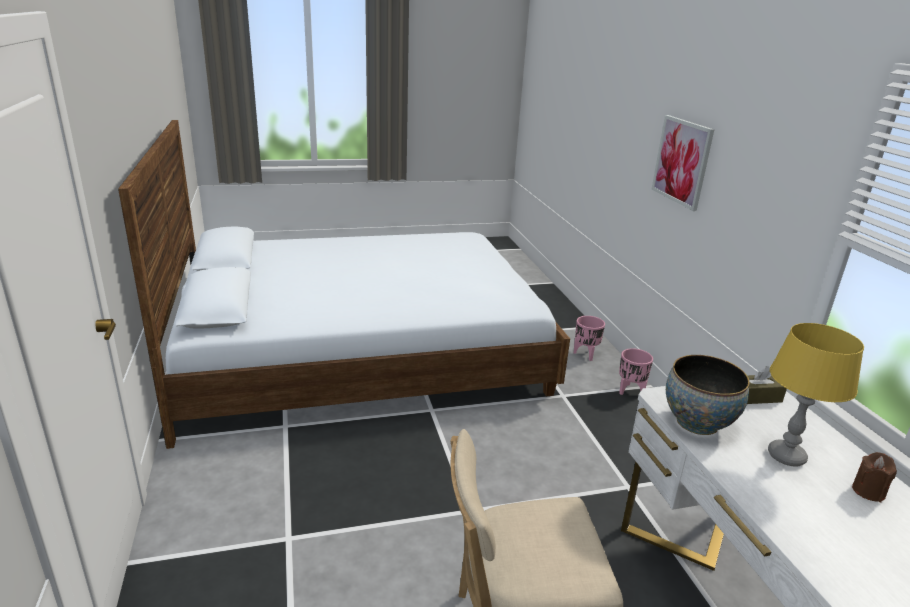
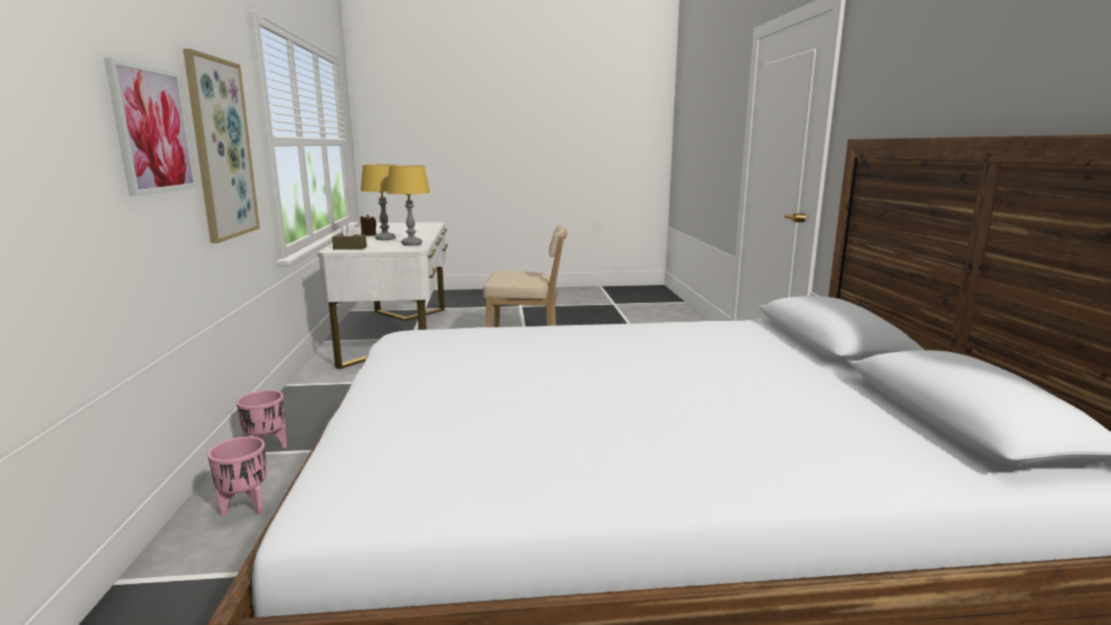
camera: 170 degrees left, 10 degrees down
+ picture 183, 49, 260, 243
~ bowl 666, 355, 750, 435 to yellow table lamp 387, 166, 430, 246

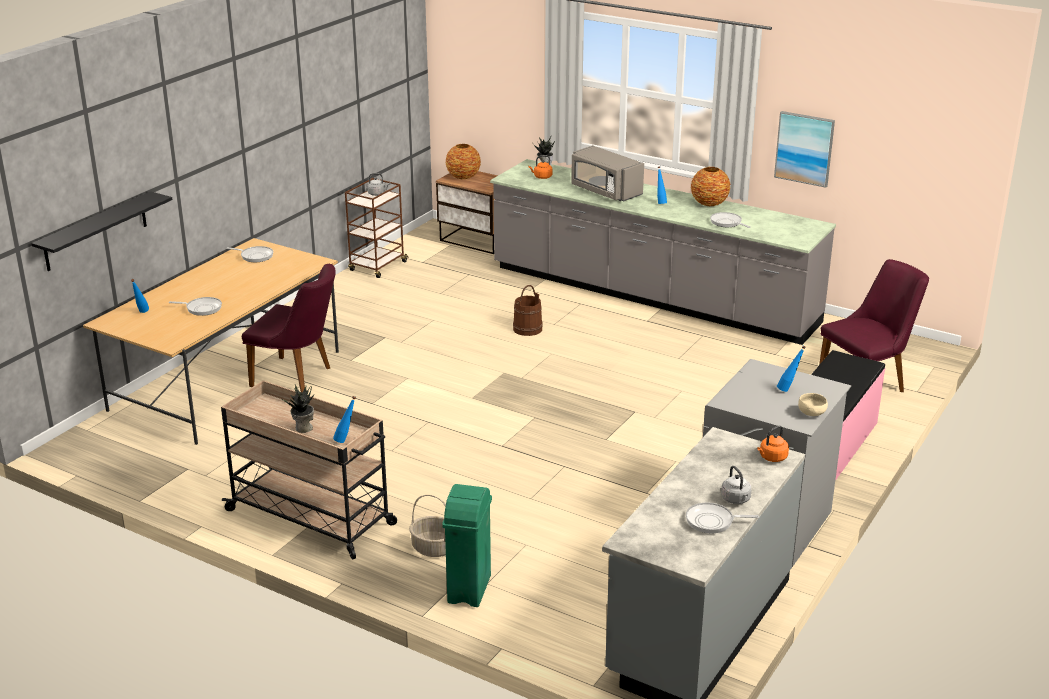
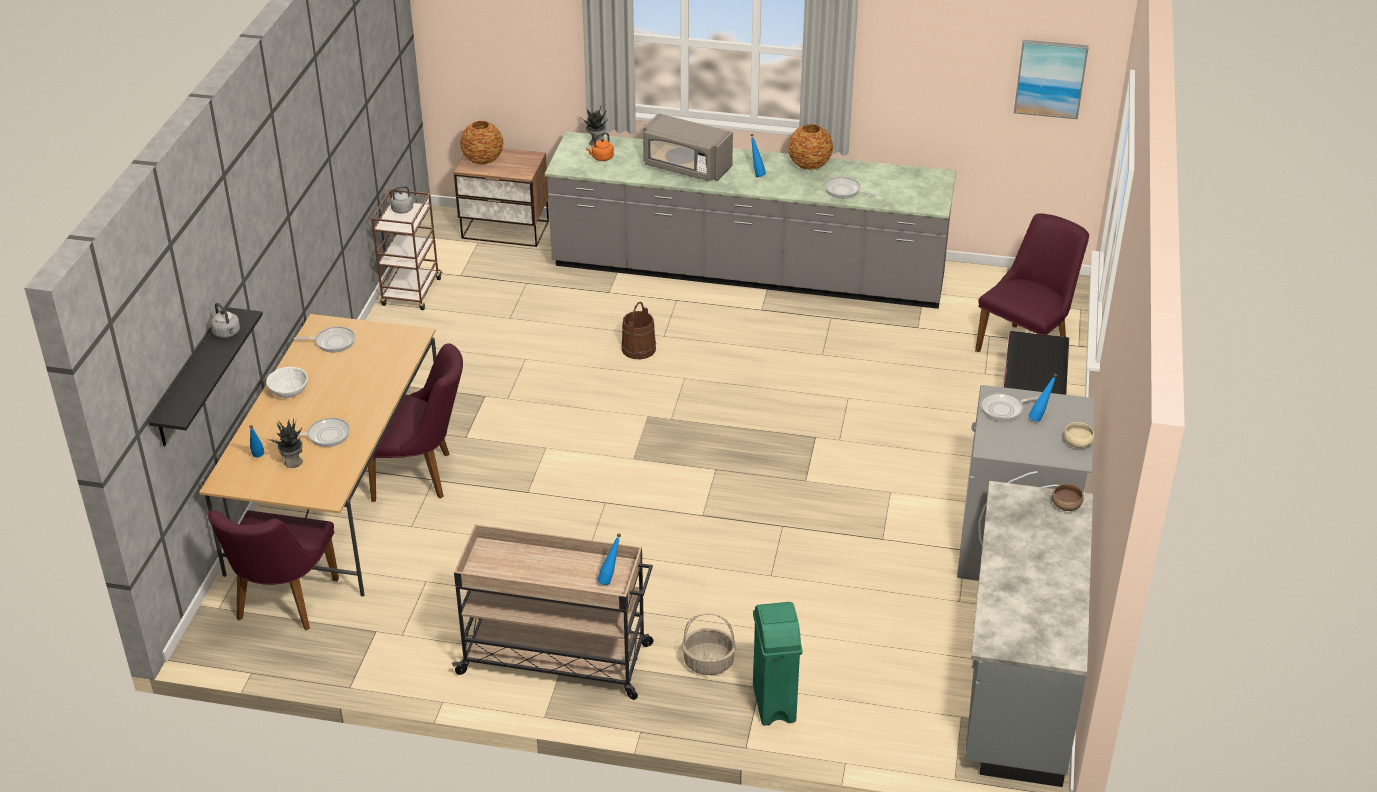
camera: 20 degrees left, 10 degrees up
+ purple chair 208, 510, 339, 630
~ grey kettle 721, 466, 752, 504 to 211, 303, 240, 338
+ white bowl 266, 367, 308, 398
~ potted plant 280, 385, 315, 433 to 267, 418, 303, 468
~ frying pan 686, 503, 759, 533 to 981, 392, 1040, 422
~ picture 774, 111, 835, 188 to 1014, 40, 1089, 119
~ orange kettle 757, 426, 789, 462 to brown bowl 1052, 484, 1084, 511

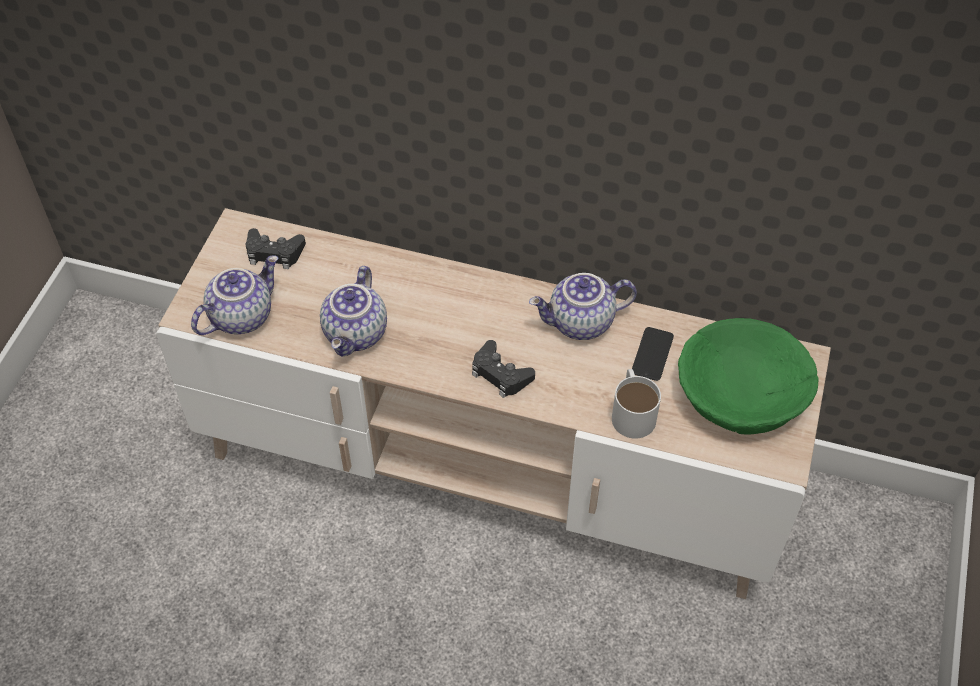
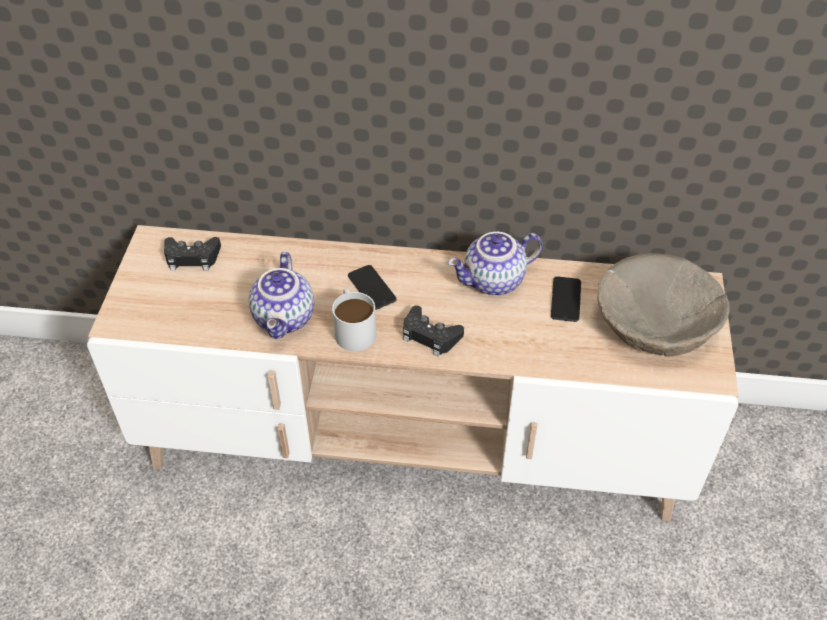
camera: 10 degrees left, 5 degrees down
~ white mug 612, 369, 661, 439 to 332, 288, 376, 351
+ phone 348, 265, 397, 310
~ green bowl 678, 318, 818, 435 to beige bowl 597, 253, 730, 357
- teapot 191, 255, 278, 335

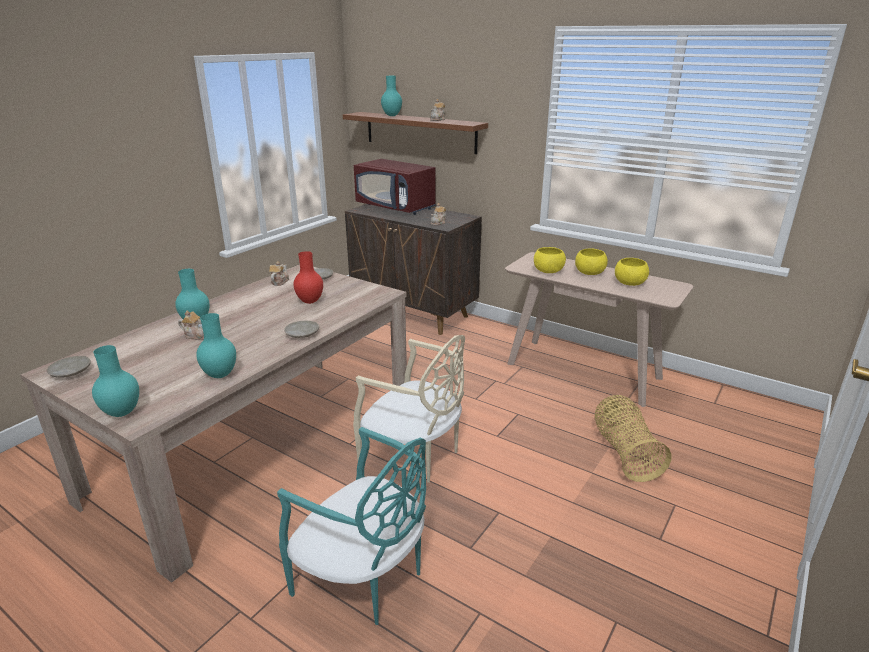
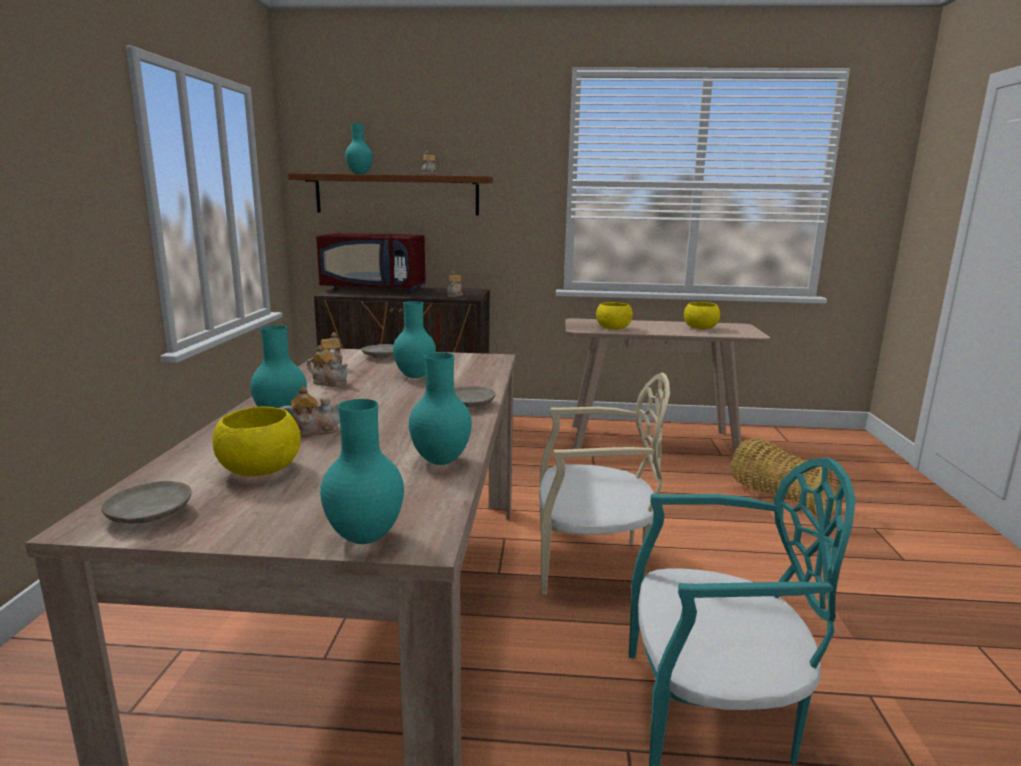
camera: 30 degrees left, 10 degrees down
~ yellow bowl 575, 248, 608, 275 to 212, 407, 301, 476
+ teapot 307, 345, 348, 387
~ red vase 293, 251, 323, 304 to turquoise vase 393, 301, 436, 378

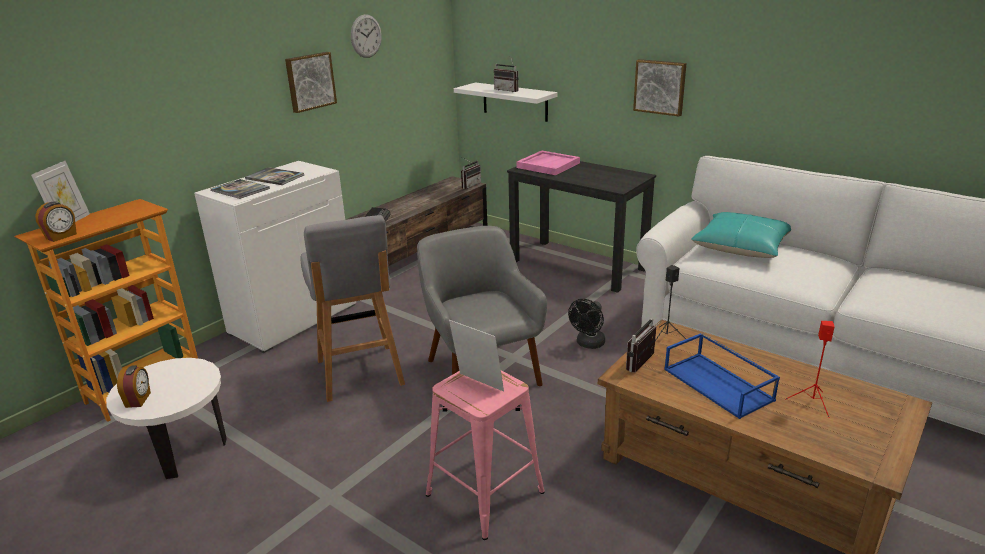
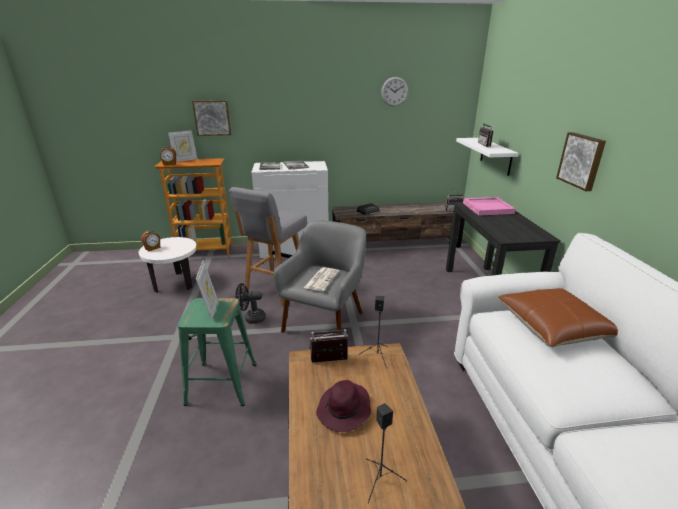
camera: 45 degrees right, 0 degrees up
~ pink stool 426, 371, 545, 540 to green stool 178, 298, 256, 406
~ picture 285, 52, 337, 113 to 192, 100, 231, 136
~ black fan 568, 299, 605, 349 to 235, 283, 266, 324
+ newspaper 304, 267, 339, 291
~ blue tray 664, 333, 780, 419 to purple hat 316, 380, 371, 432
~ red speaker 785, 321, 835, 418 to black speaker 366, 403, 407, 503
~ turquoise pillow 691, 212, 791, 258 to brown pillow 498, 288, 618, 347

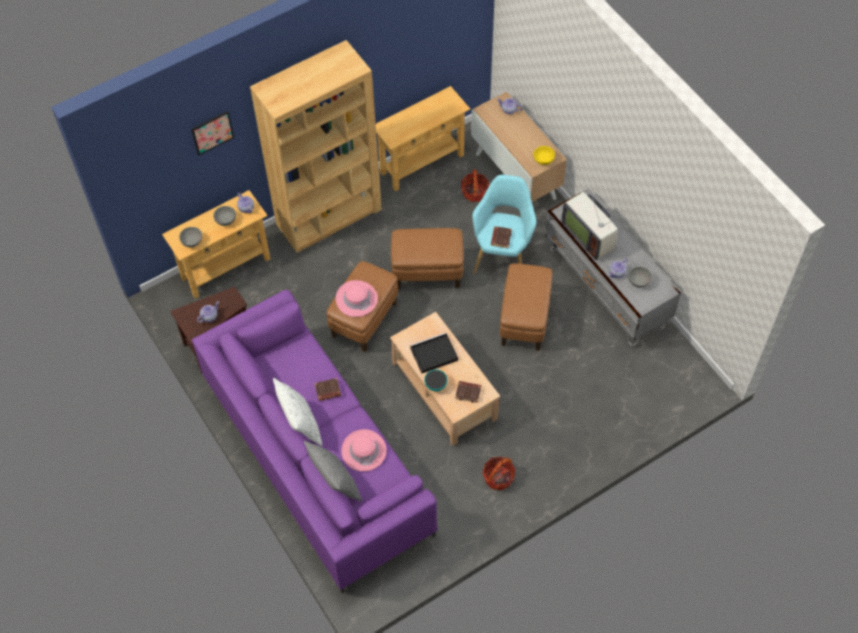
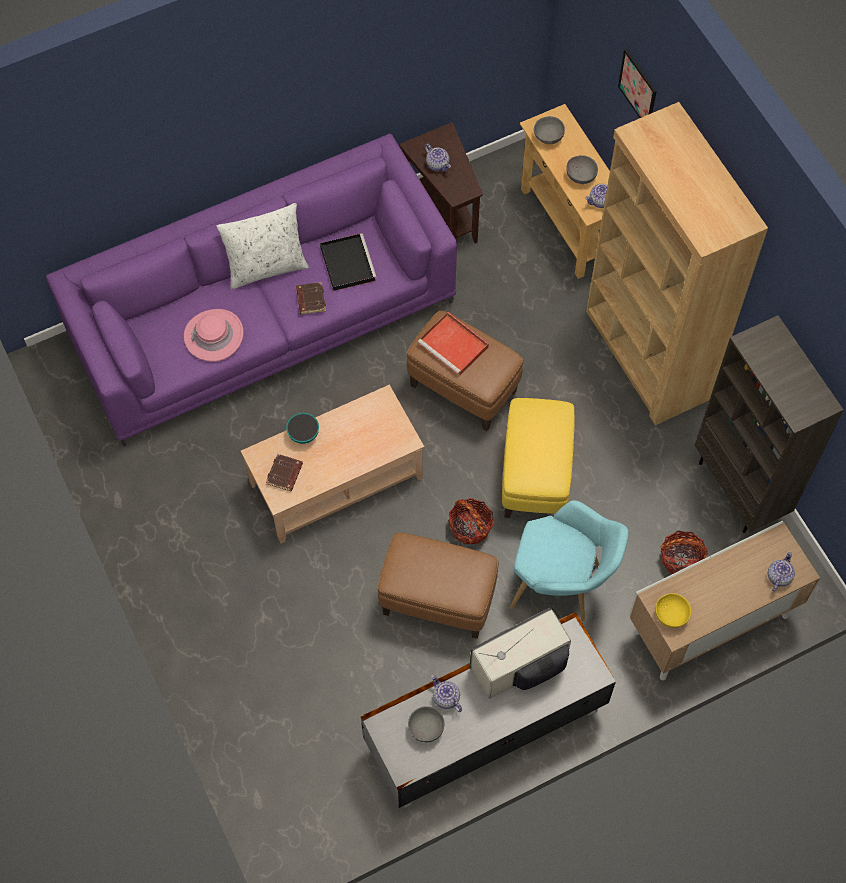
camera: 95 degrees right, 5 degrees up
~ black tray 410, 332, 458, 373 to 320, 233, 377, 291
~ pink hat 336, 280, 378, 317 to red tray 418, 312, 489, 376
~ basket 483, 457, 516, 490 to 448, 498, 493, 544
~ brown ottoman 391, 228, 464, 289 to yellow ottoman 502, 398, 575, 518
~ beige console table 376, 86, 470, 192 to brown bookcase 695, 315, 844, 533
- grey pillow 304, 441, 362, 502
- brown book 491, 226, 512, 248

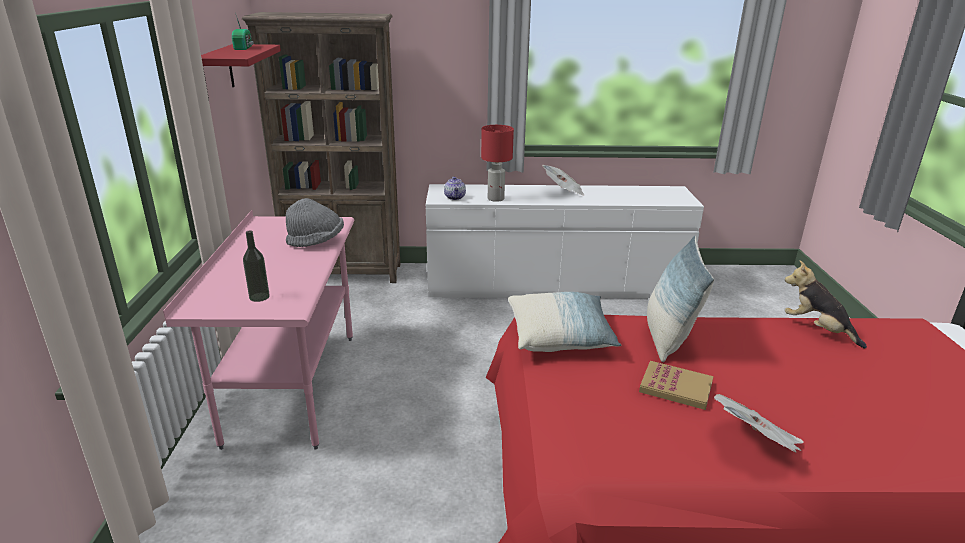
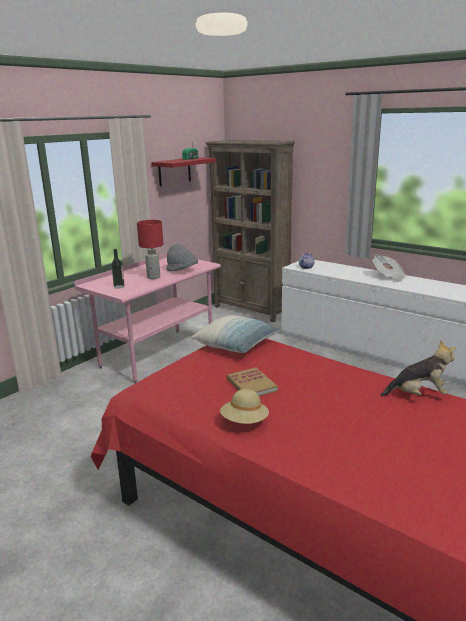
camera: 40 degrees right, 5 degrees down
~ red table lamp 481, 125, 514, 202 to 137, 220, 163, 279
~ newspaper 714, 394, 804, 452 to beige hat 220, 389, 269, 424
~ plush toy 785, 260, 867, 349 = 380, 340, 456, 397 90 degrees clockwise
- pillow 647, 236, 714, 362

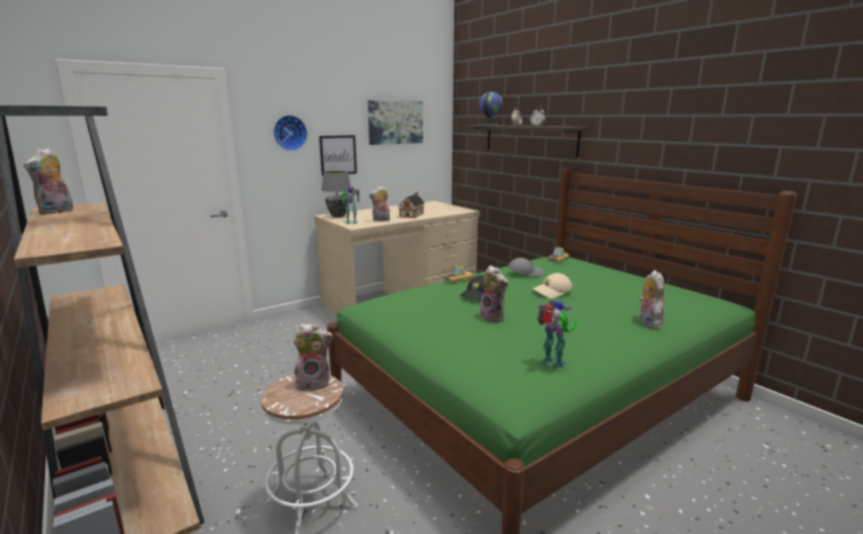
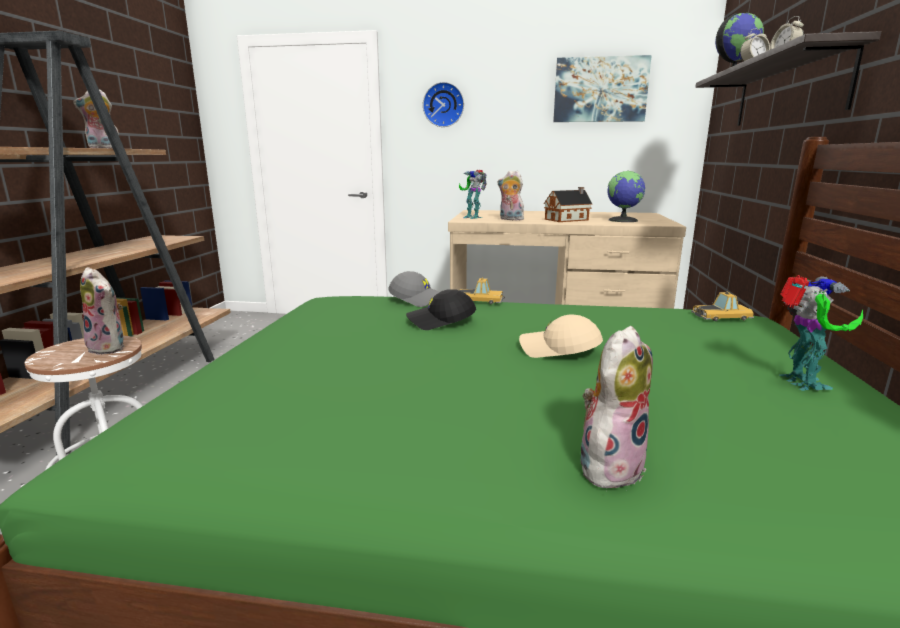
camera: 45 degrees right, 0 degrees up
~ grey cap 508, 258, 543, 277 to 388, 271, 439, 307
+ globe 608, 171, 645, 222
~ toy robot 537, 300, 577, 370 to 779, 275, 863, 391
- picture 319, 135, 357, 176
- grey table lamp 322, 171, 351, 218
- plush toy 479, 265, 508, 323

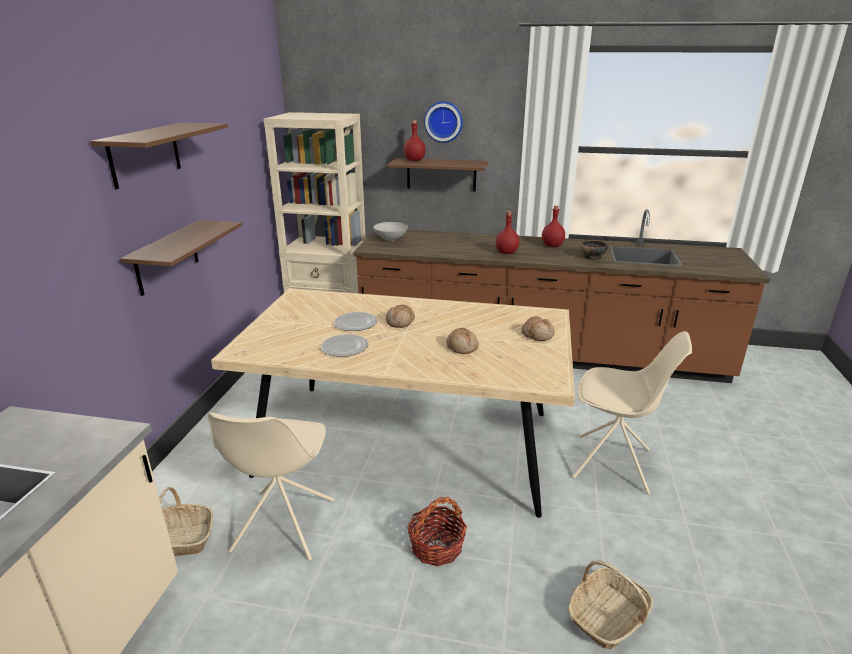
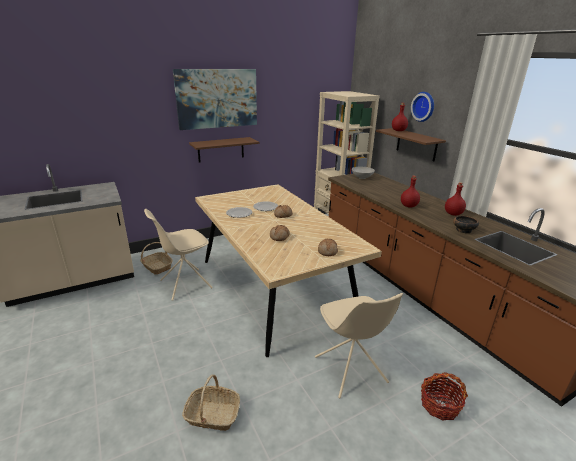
camera: 50 degrees right, 0 degrees up
~ brown shelf 90, 122, 228, 189 to picture 173, 69, 257, 130
~ basket 407, 497, 467, 567 to 421, 372, 468, 421

